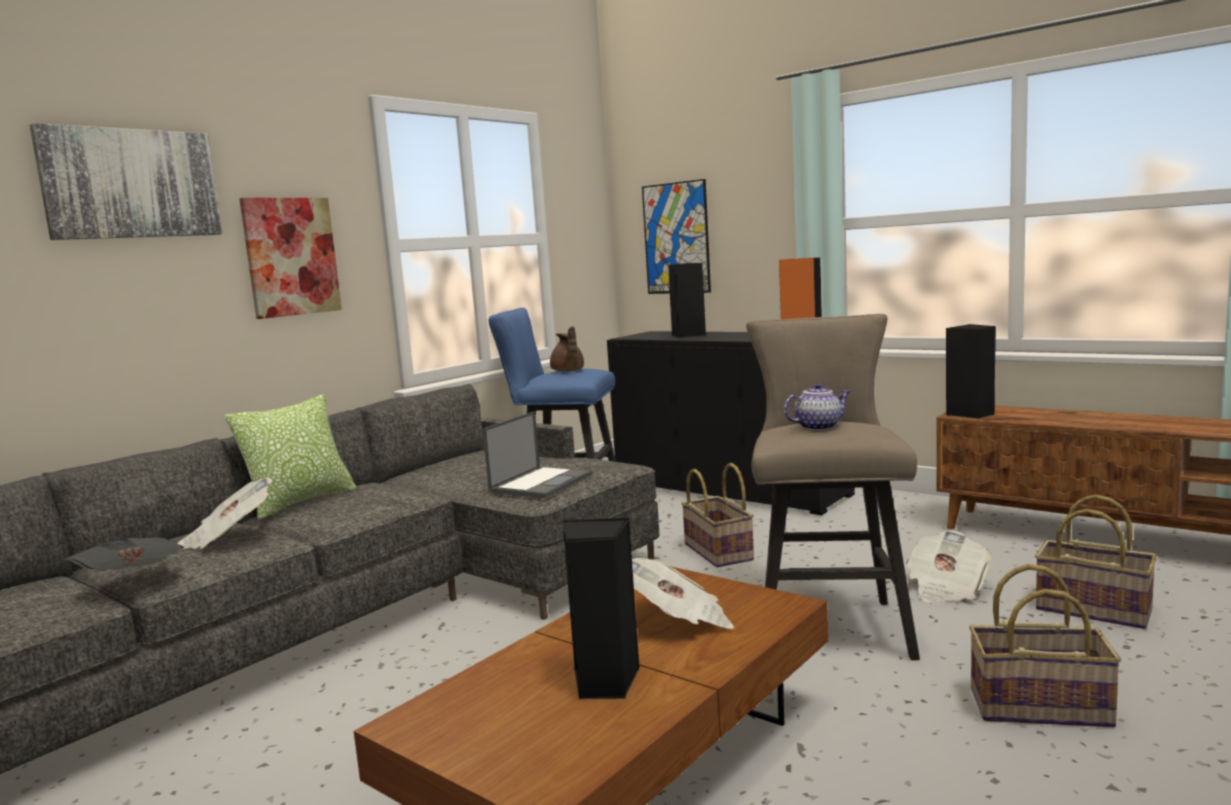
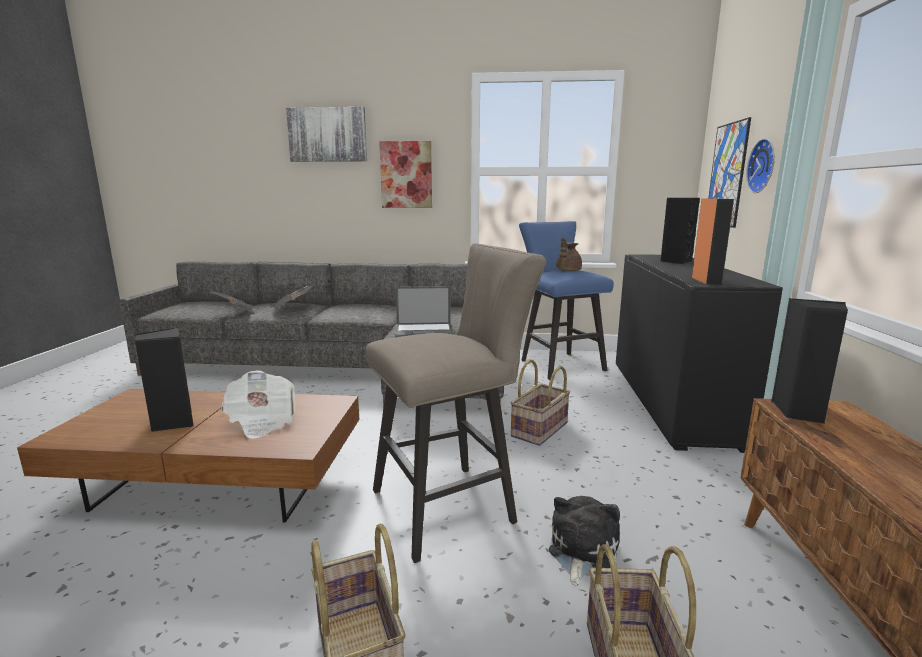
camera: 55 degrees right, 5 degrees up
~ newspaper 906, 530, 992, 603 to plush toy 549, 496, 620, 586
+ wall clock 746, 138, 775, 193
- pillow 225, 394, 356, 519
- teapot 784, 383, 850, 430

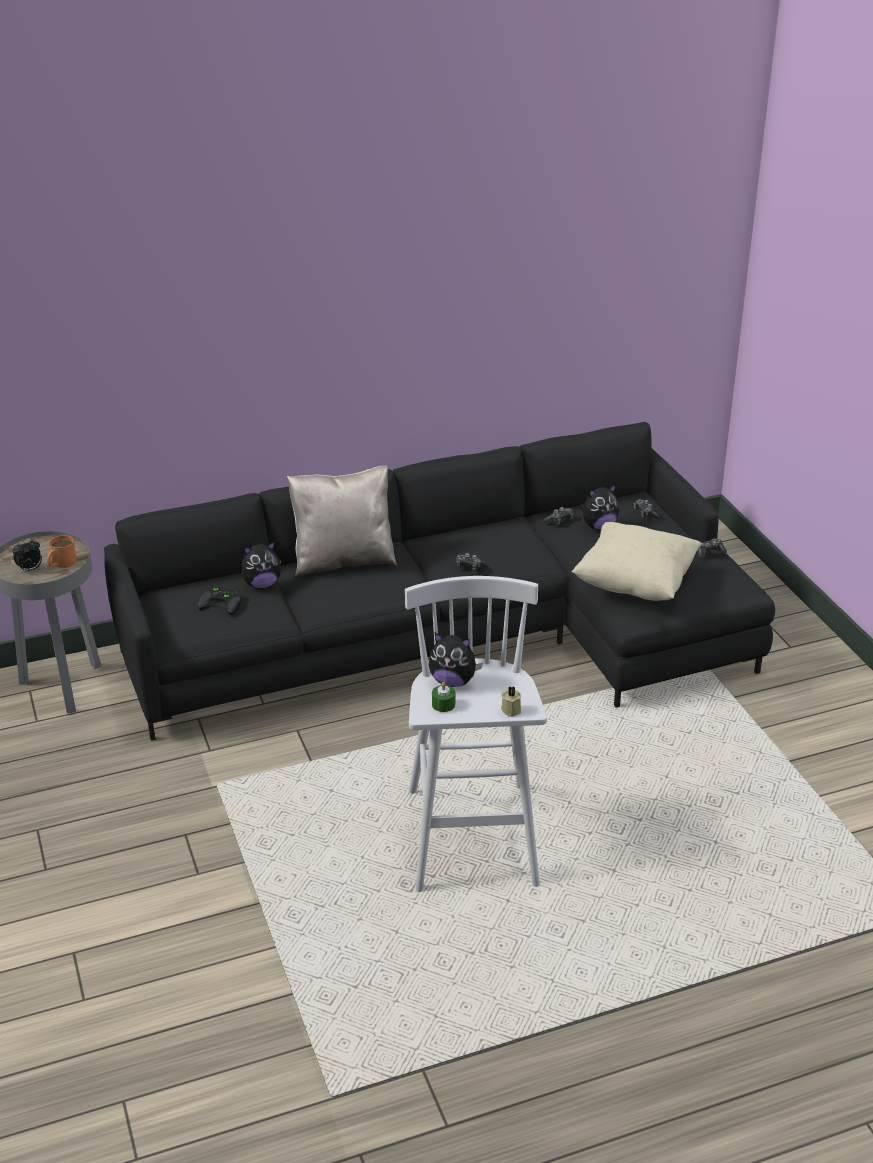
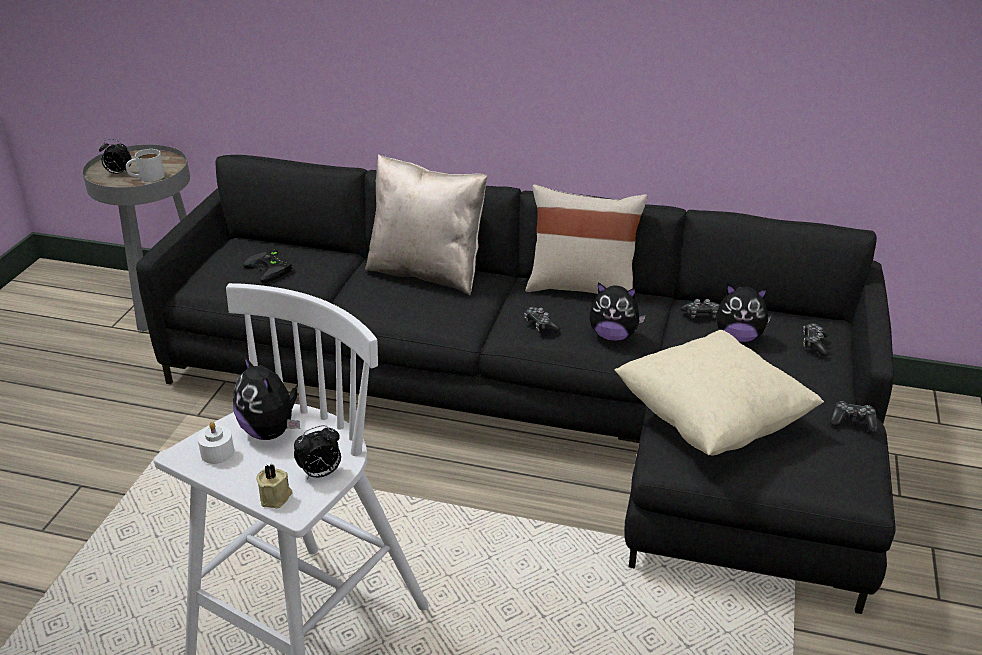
camera: 35 degrees right, 0 degrees up
~ orange mug 47, 535, 77, 568 to white mug 126, 149, 165, 182
~ green candle 432, 682, 455, 712 to white candle 197, 422, 234, 464
+ alarm clock 294, 425, 341, 480
+ beige pillow 525, 184, 647, 294
~ plush toy 242, 541, 281, 588 to 589, 282, 646, 341

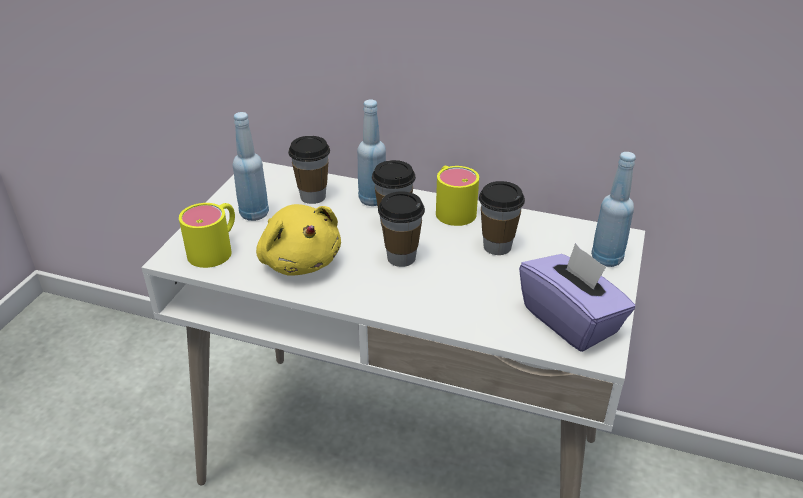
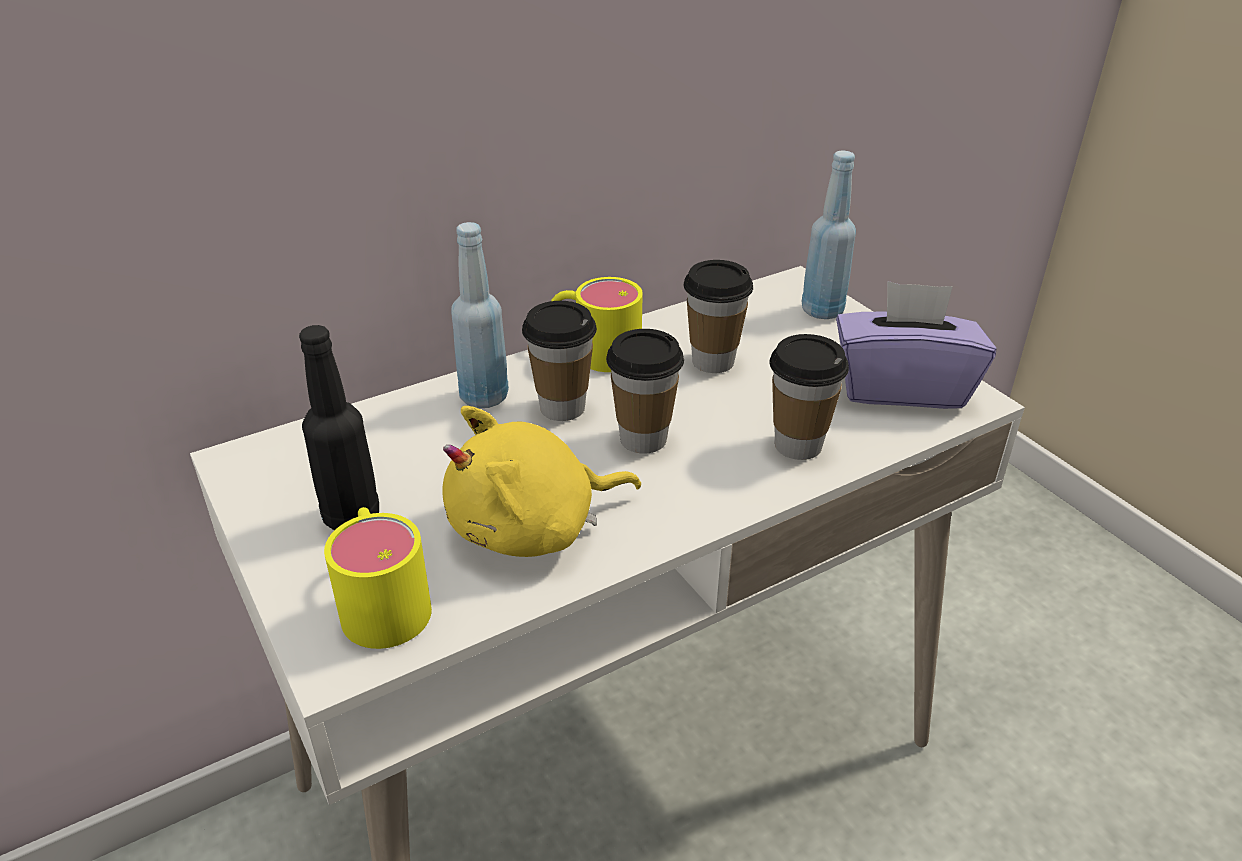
camera: 50 degrees left, 0 degrees up
~ blue bottle 233, 112, 269, 221 to black bottle 299, 325, 379, 530
~ yellow plush toy 256, 204, 341, 276 = 442, 406, 641, 557 150 degrees clockwise
~ cup 288, 136, 330, 204 to 770, 334, 849, 460

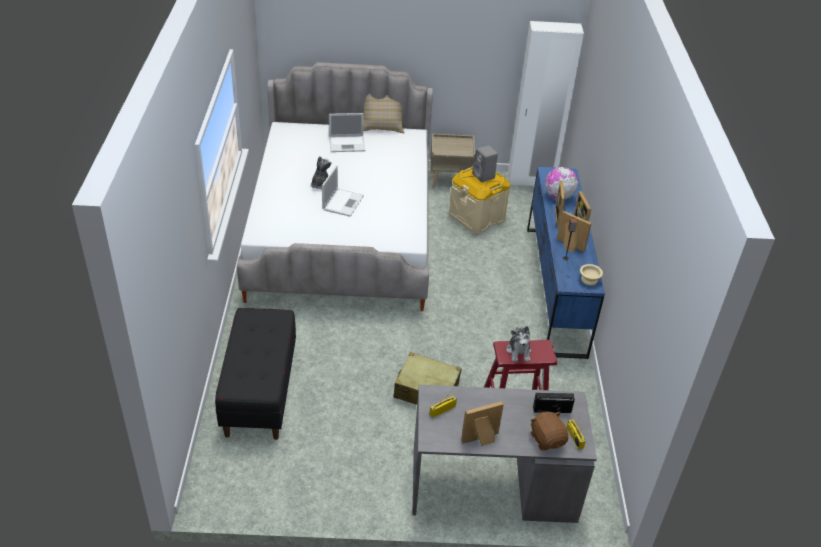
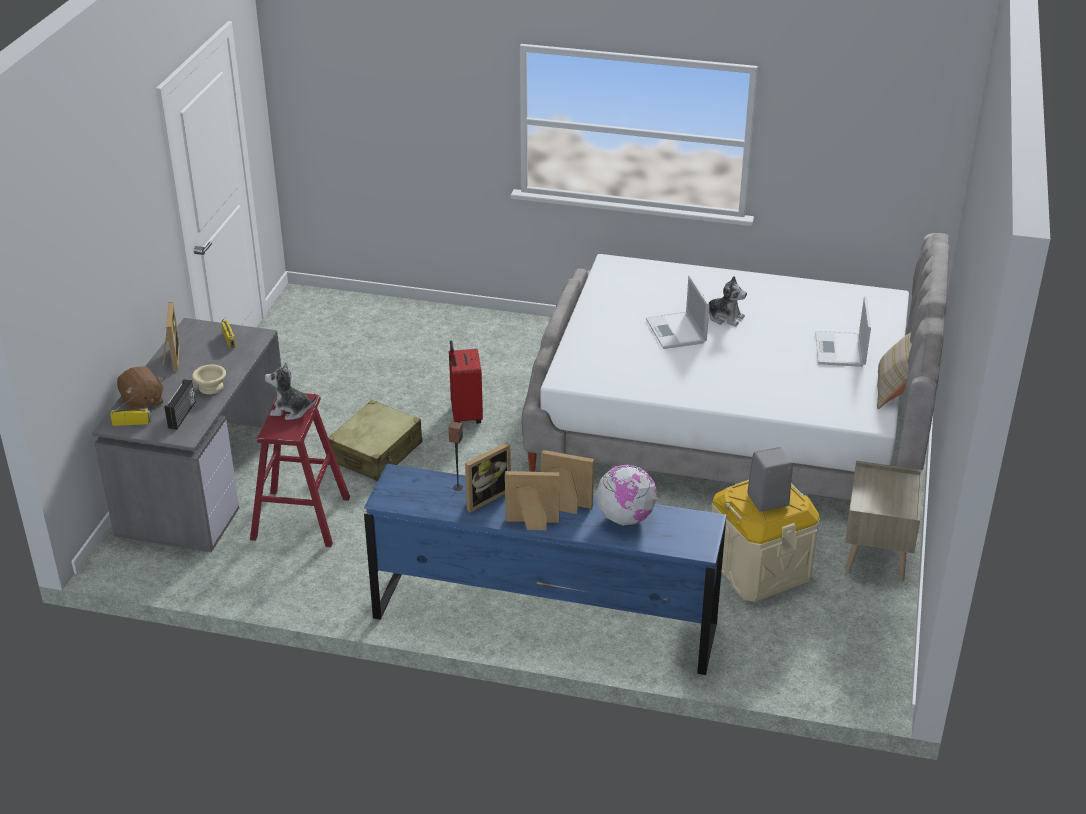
camera: 105 degrees right, 5 degrees down
~ brown plush toy 531, 412, 568, 451 = 117, 367, 164, 409 60 degrees clockwise
~ beige bowl 580, 264, 603, 286 to 192, 365, 226, 395
+ red suitcase 449, 340, 483, 423
~ laptop 322, 165, 364, 217 = 646, 276, 710, 349 45 degrees clockwise
- black bench 215, 308, 296, 440
- white wardrobe 508, 21, 584, 186

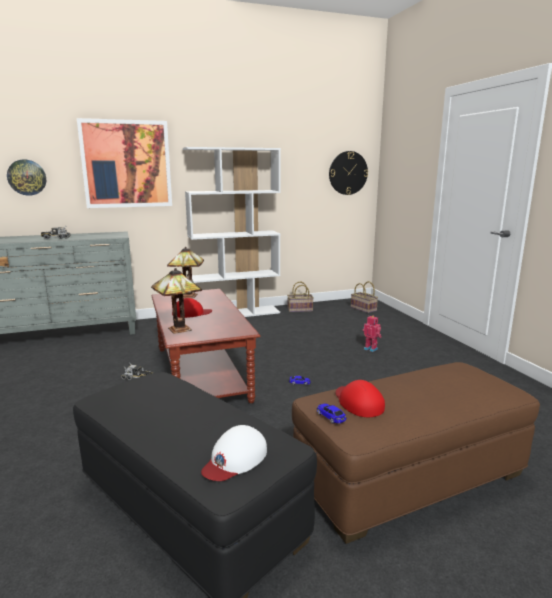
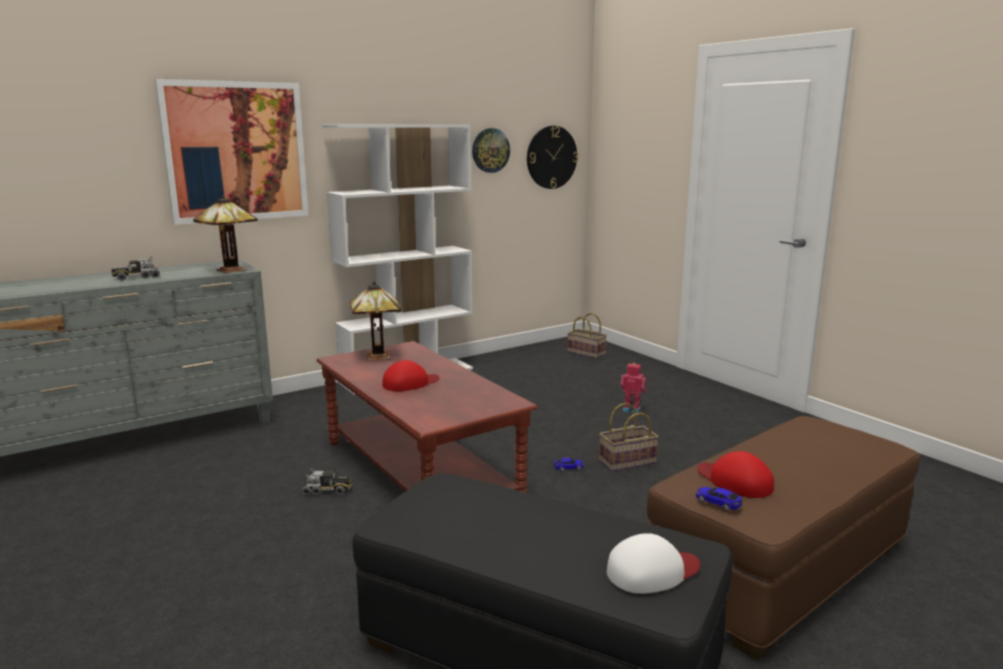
camera: 15 degrees left, 0 degrees up
~ table lamp 151, 268, 202, 334 to 193, 196, 258, 273
~ wall clock 7, 160, 46, 196 to 472, 128, 510, 173
~ basket 287, 282, 314, 312 to 599, 403, 659, 472
~ white cap 201, 425, 267, 481 = 607, 533, 700, 594 135 degrees counterclockwise

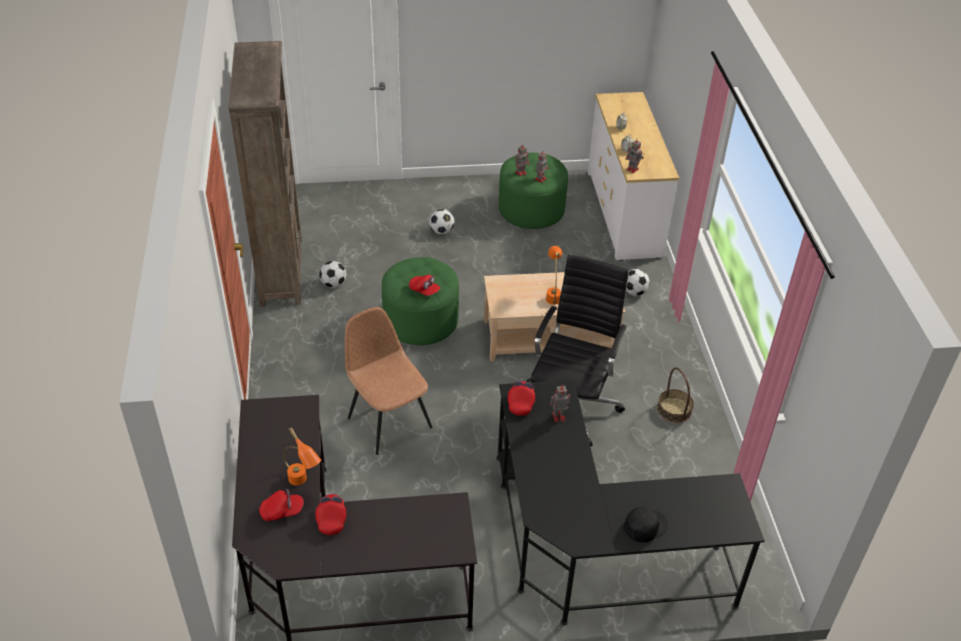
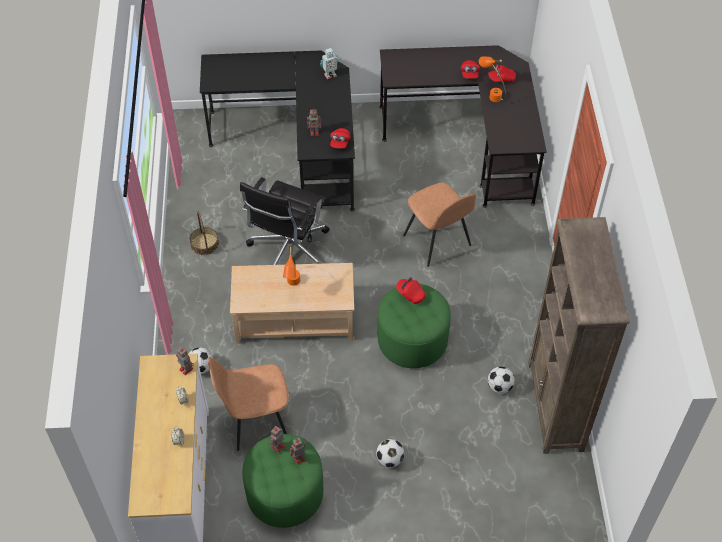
camera: 175 degrees left, 10 degrees up
+ brown chair 208, 357, 289, 451
+ toy robot 320, 48, 338, 79
- black cap 624, 507, 668, 543

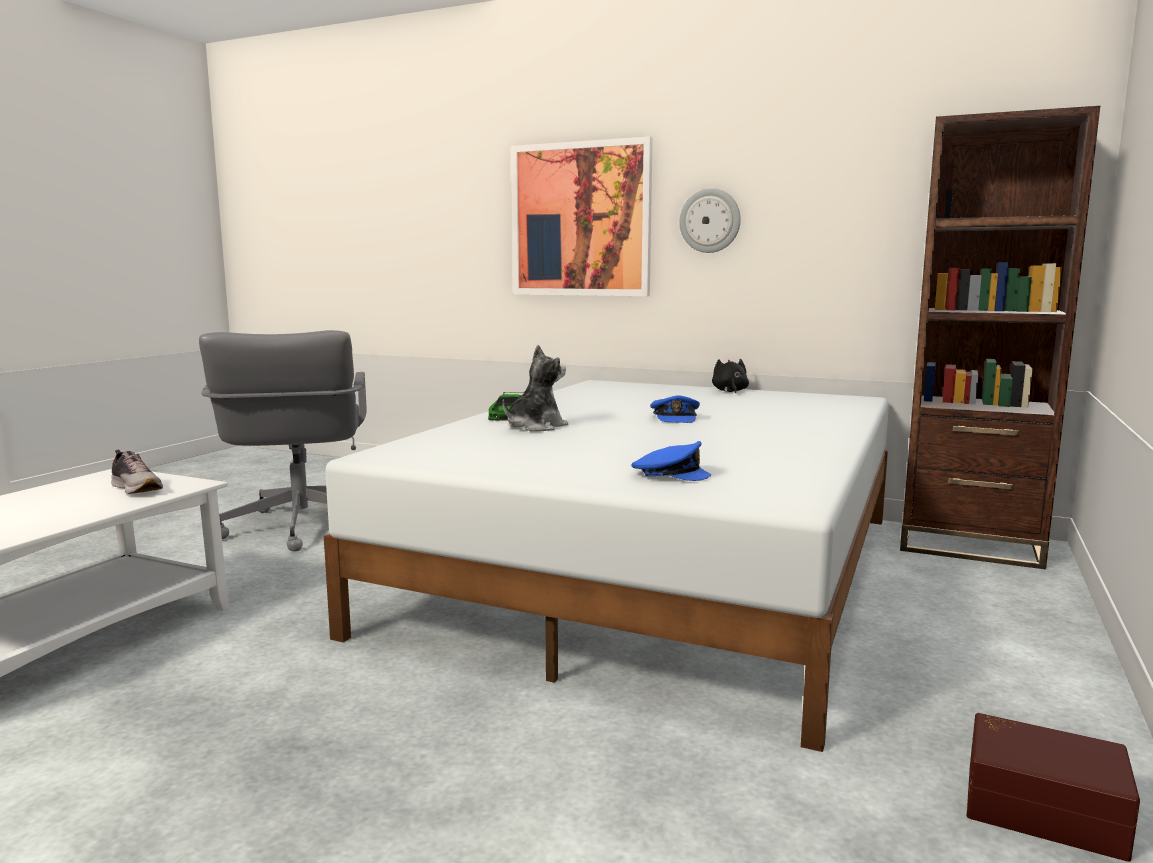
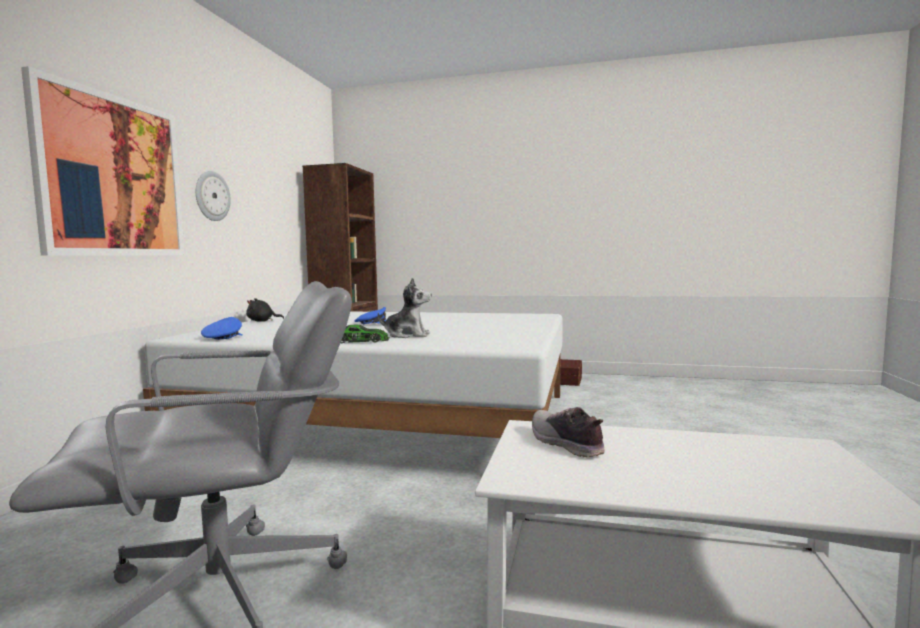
camera: 100 degrees left, 5 degrees down
~ blue cap 631, 441, 711, 481 to 201, 317, 243, 340
~ plush toy 502, 345, 568, 432 = 378, 278, 432, 338 150 degrees clockwise
~ shoe 111, 450, 163, 494 = 532, 407, 605, 457 60 degrees counterclockwise

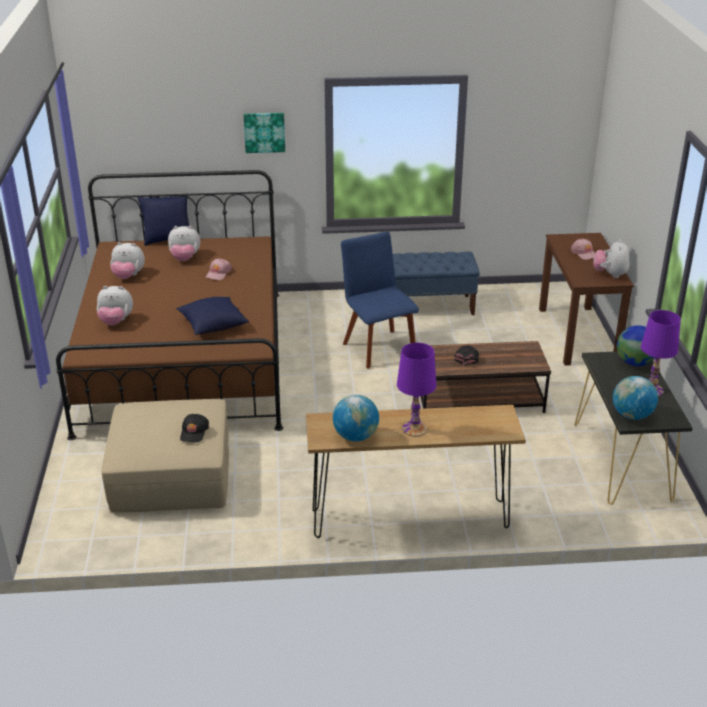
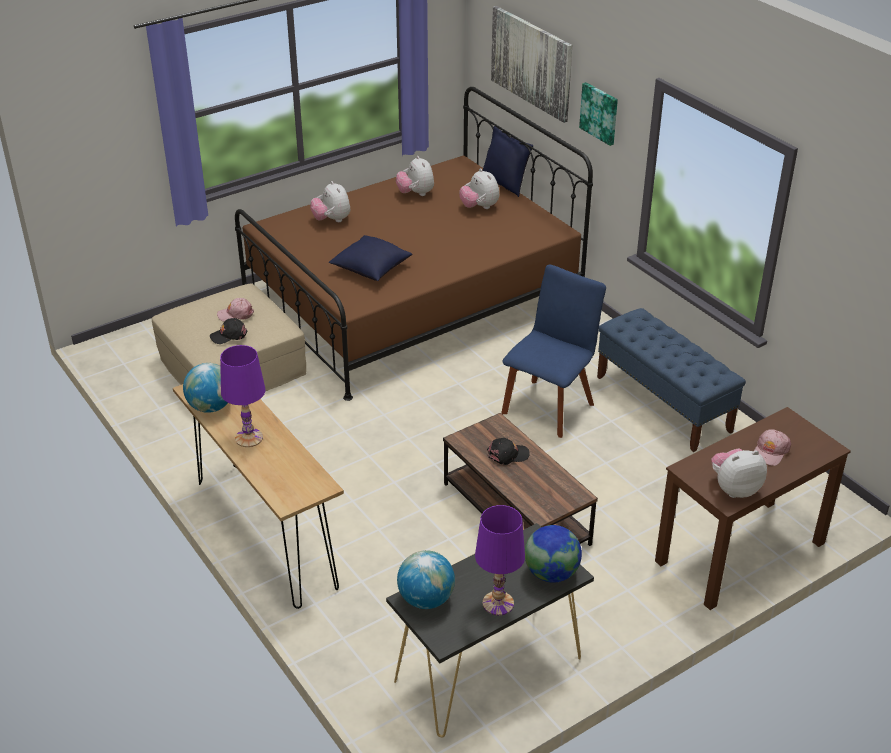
camera: 60 degrees right, 5 degrees up
~ pink cap 206, 259, 232, 280 to 217, 298, 254, 322
+ picture 491, 6, 572, 123

